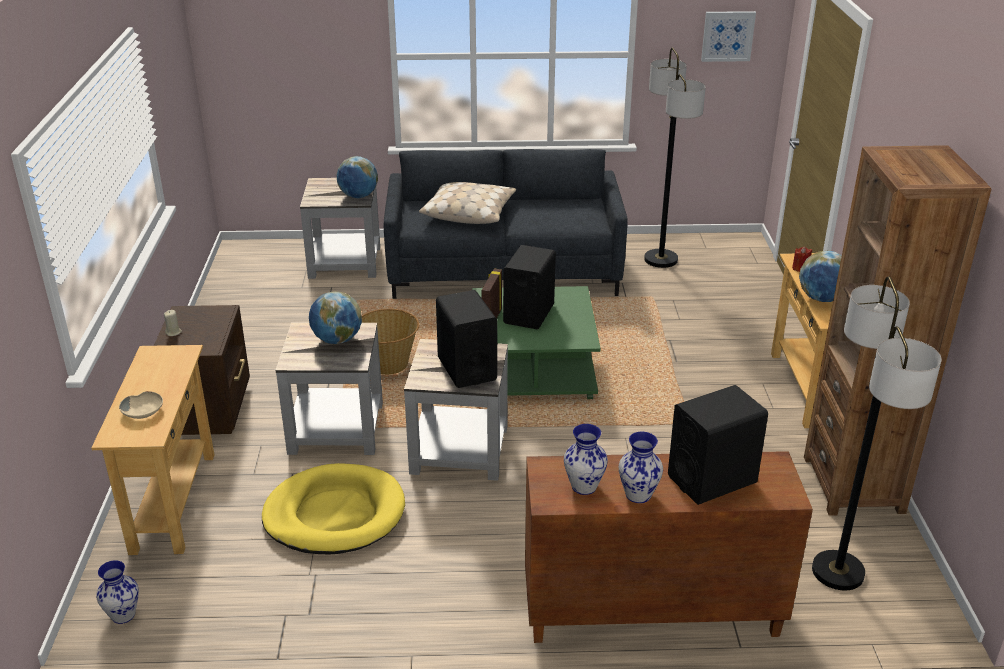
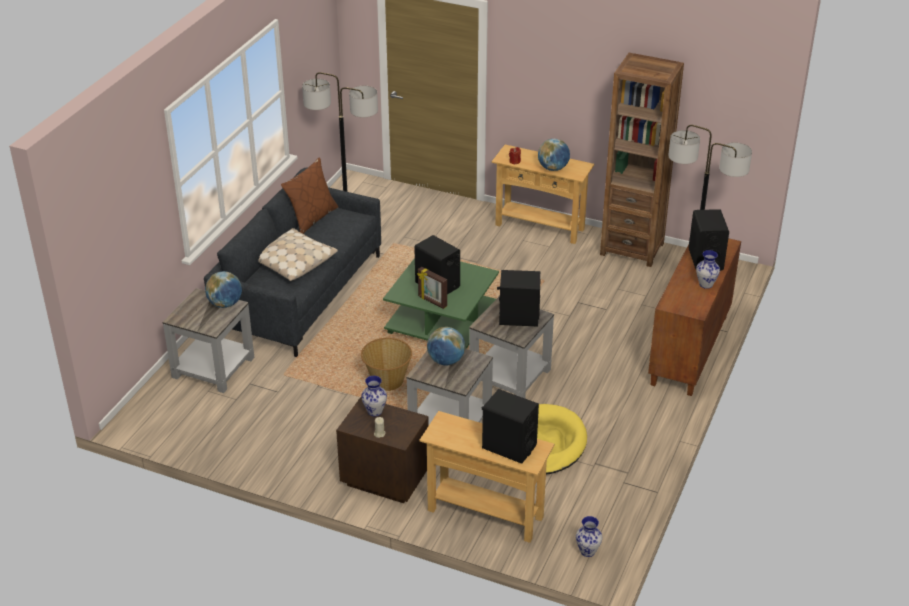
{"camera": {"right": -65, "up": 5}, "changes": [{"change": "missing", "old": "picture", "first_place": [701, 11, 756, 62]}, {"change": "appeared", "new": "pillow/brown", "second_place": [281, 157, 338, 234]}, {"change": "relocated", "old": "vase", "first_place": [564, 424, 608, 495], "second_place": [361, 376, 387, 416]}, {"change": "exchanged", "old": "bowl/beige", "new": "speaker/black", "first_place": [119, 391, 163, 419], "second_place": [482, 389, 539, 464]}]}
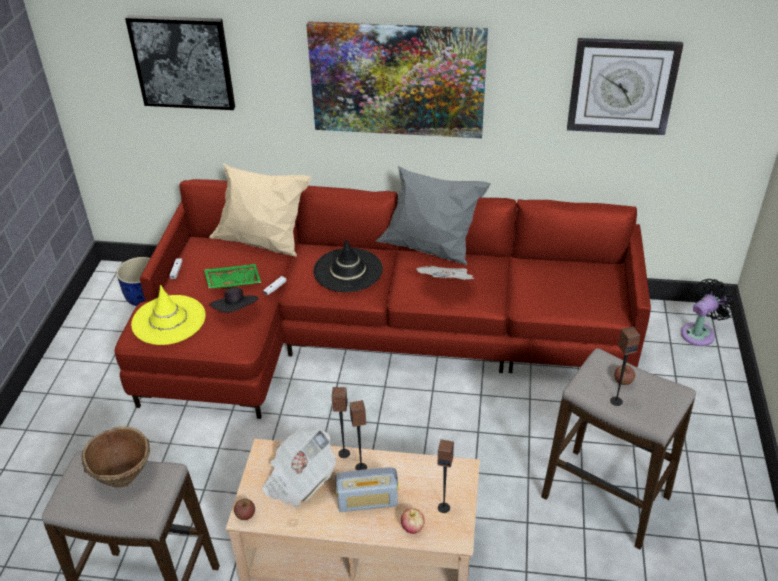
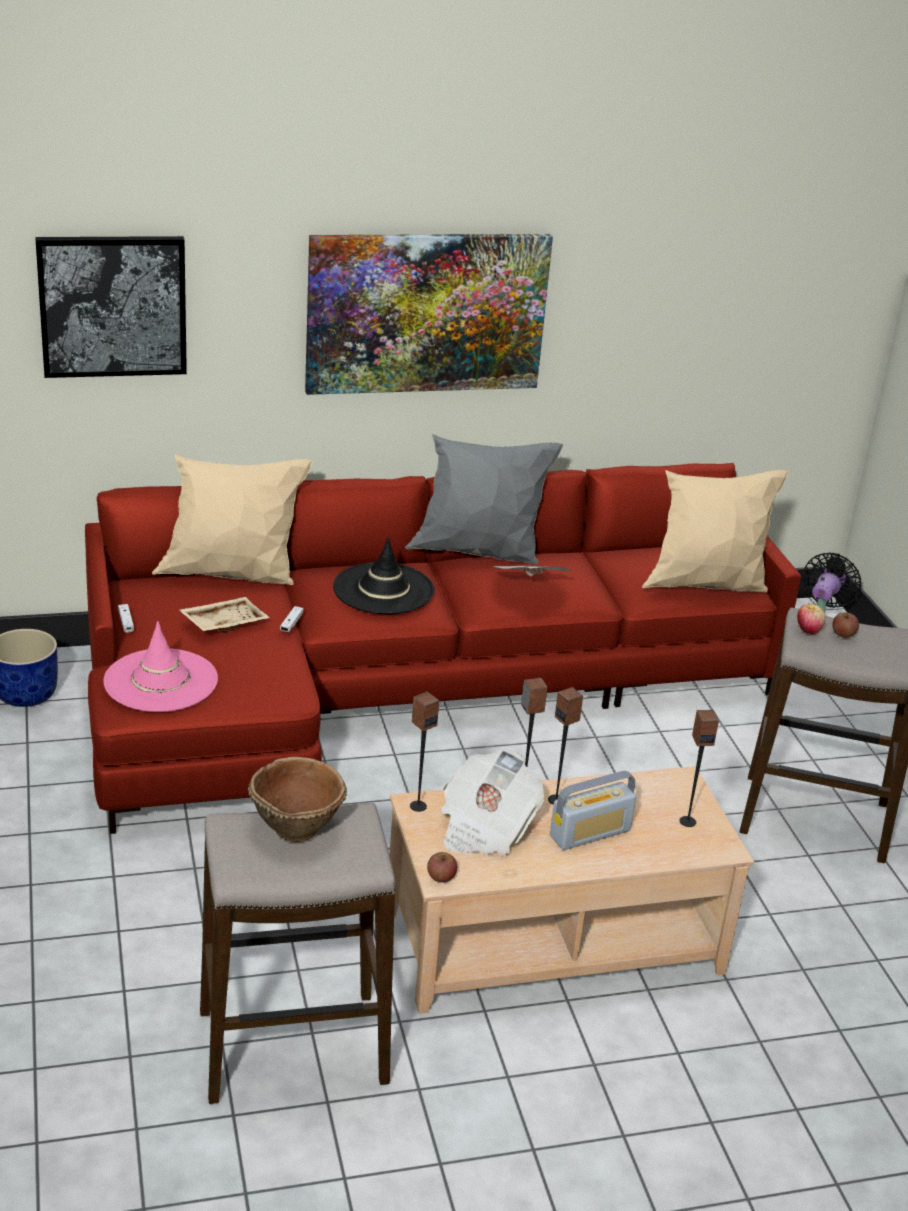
{"camera": {"right": -25, "up": -10}, "changes": [{"change": "missing", "old": "hat/black", "first_place": [210, 288, 259, 313]}, {"change": "missing", "old": "wall clock", "first_place": [567, 38, 683, 135]}, {"change": "appeared", "new": "pillow/beige", "second_place": [642, 470, 789, 592]}, {"change": "relocated", "old": "apple", "first_place": [401, 508, 425, 534], "second_place": [797, 603, 826, 634]}, {"change": "relocated", "old": "speaker", "first_place": [610, 326, 640, 406], "second_place": [410, 692, 439, 812]}, {"change": "colour", "old": "hat/yellow", "new": "hat/pink", "first_place": [131, 285, 206, 345], "second_place": [103, 621, 218, 712]}, {"change": "colour", "old": "tray/green", "new": "tray/beige", "first_place": [204, 264, 261, 289], "second_place": [179, 597, 270, 633]}]}
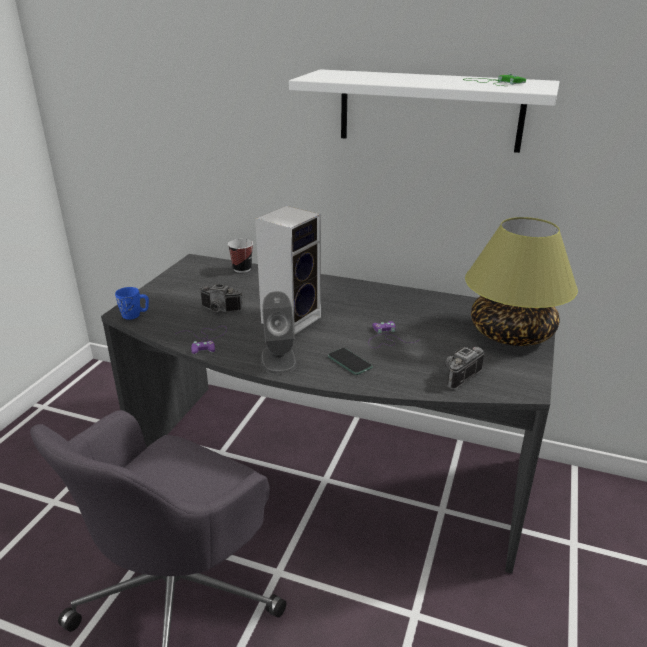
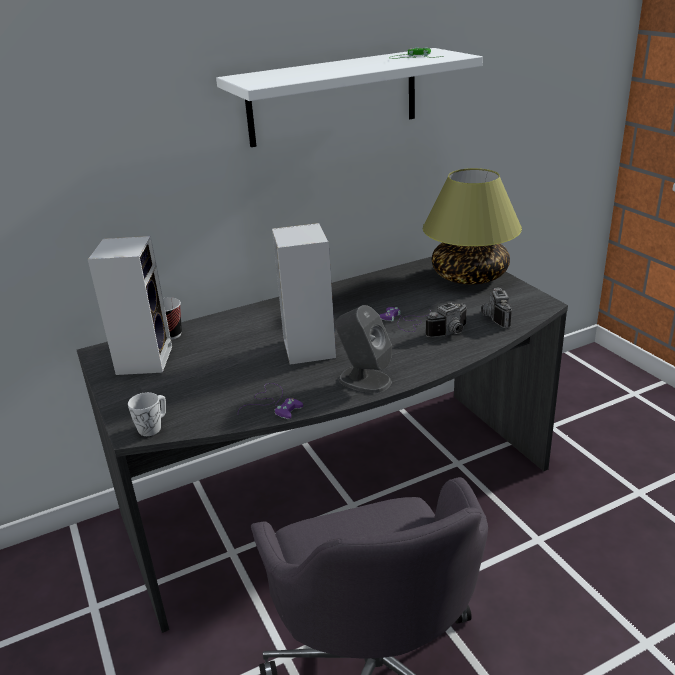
{"camera": {"right": -45, "up": 0}, "changes": [{"change": "missing", "old": "phone", "first_place": [328, 348, 373, 375]}, {"change": "appeared", "new": "speaker", "second_place": [88, 236, 172, 375]}, {"change": "relocated", "old": "photo camera", "first_place": [200, 284, 243, 312], "second_place": [426, 303, 467, 338]}, {"change": "colour", "old": "mug/blue", "new": "mug/white", "first_place": [115, 287, 149, 320], "second_place": [128, 392, 166, 436]}]}
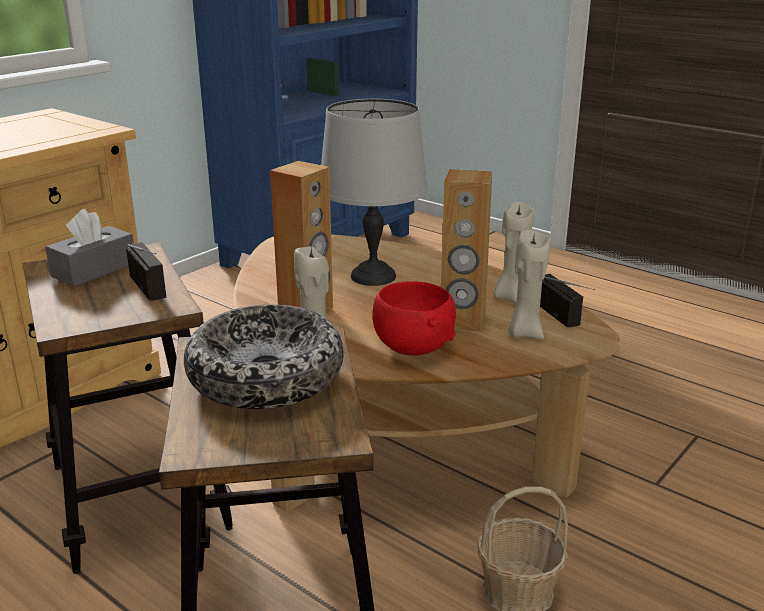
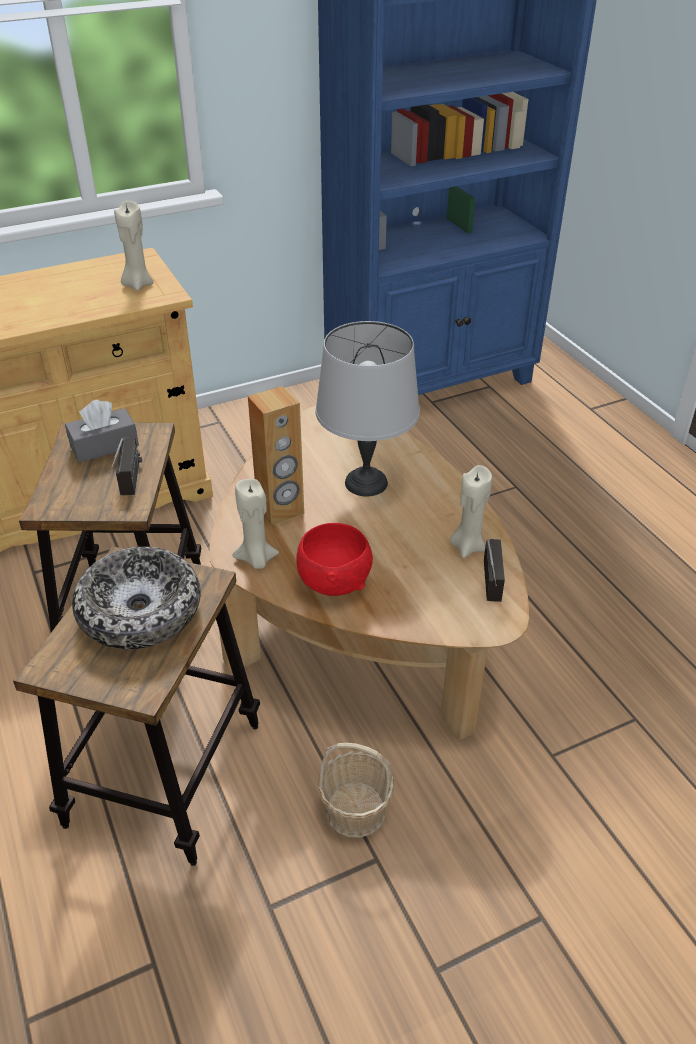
{"camera": {"right": 25, "up": 15}, "changes": [{"change": "missing", "old": "speaker/brown", "first_place": [441, 169, 492, 332]}, {"change": "relocated", "old": "candle/beige", "first_place": [508, 230, 550, 339], "second_place": [114, 201, 154, 291]}]}
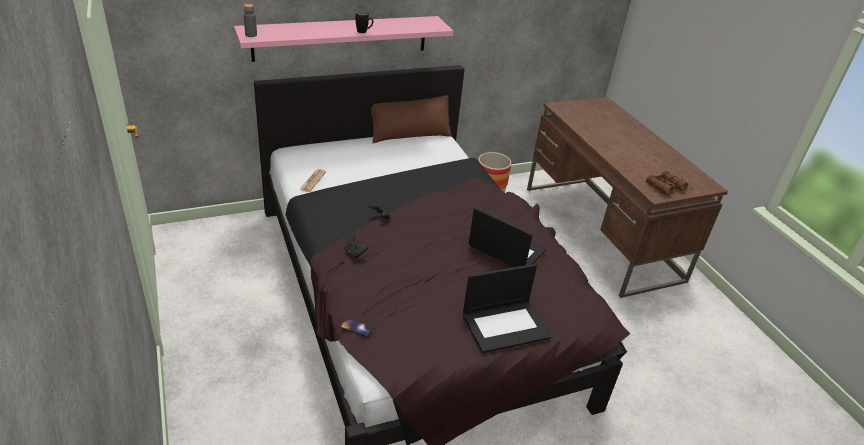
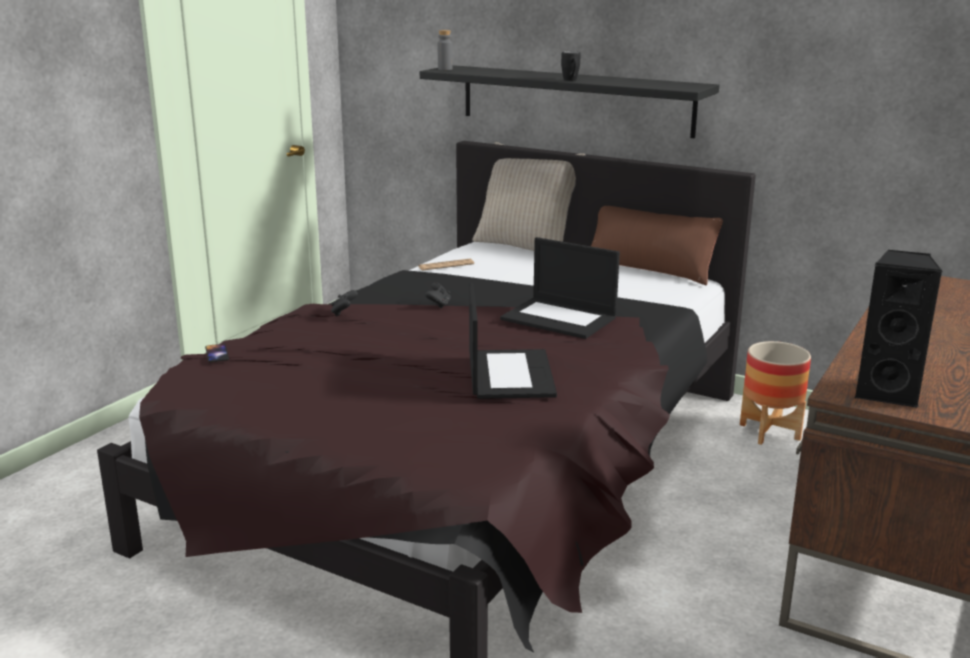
{"camera": {"right": 55, "up": -15}, "changes": [{"change": "appeared", "new": "pillow/beige", "second_place": [472, 142, 585, 251]}, {"change": "relocated", "old": "laptop", "first_place": [463, 264, 551, 353], "second_place": [500, 237, 620, 339]}, {"change": "exchanged", "old": "binoculars/brown", "new": "speaker/black", "first_place": [646, 171, 688, 196], "second_place": [854, 250, 943, 408]}, {"change": "colour", "old": "shelf/pink", "new": "shelf/black", "first_place": [234, 16, 453, 62], "second_place": [420, 65, 719, 138]}]}
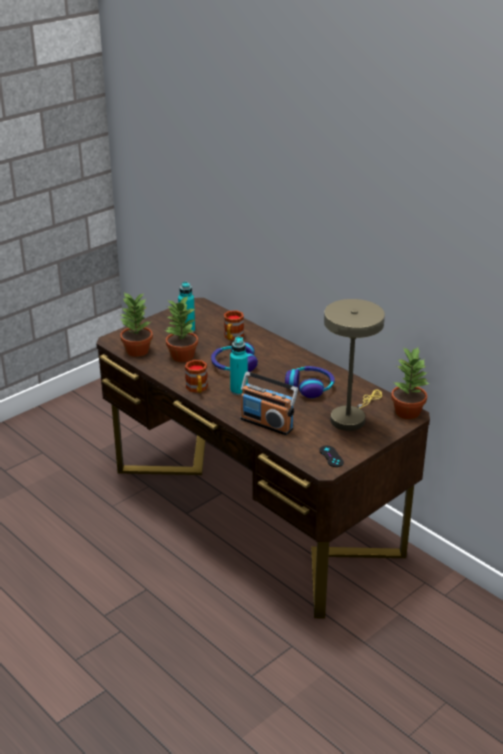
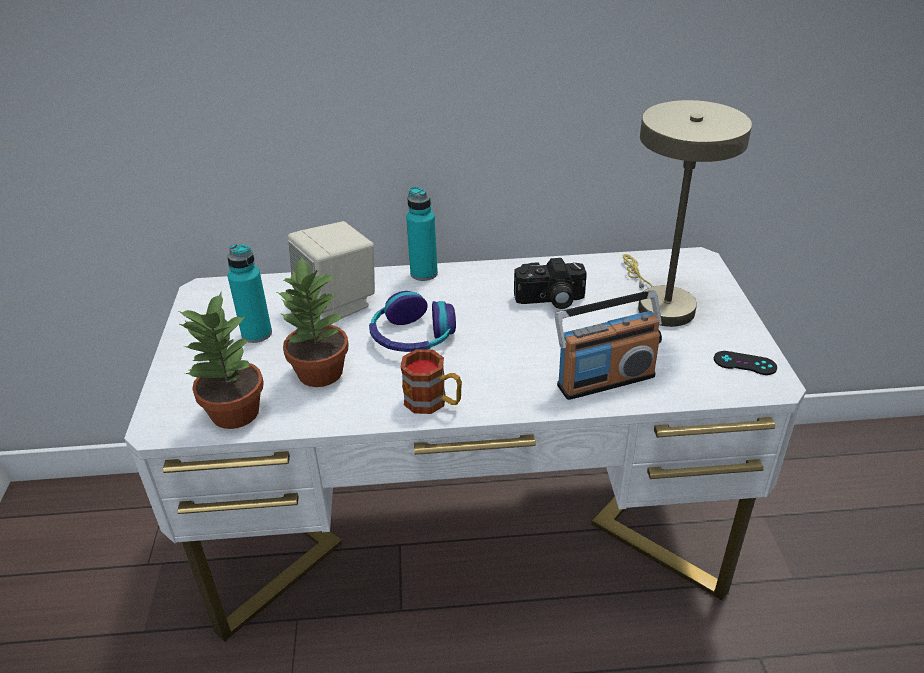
{"camera": {"right": -50, "up": 5}, "changes": [{"change": "missing", "old": "potted plant", "first_place": [391, 347, 429, 419]}, {"change": "relocated", "old": "bottle/turquoise", "first_place": [230, 337, 248, 395], "second_place": [406, 186, 438, 281]}, {"change": "exchanged", "old": "mug", "new": "speaker/beige", "first_place": [224, 310, 244, 340], "second_place": [288, 221, 375, 319]}, {"change": "exchanged", "old": "headphones", "new": "photo camera", "first_place": [285, 366, 335, 398], "second_place": [514, 258, 587, 309]}, {"change": "colour", "old": "desk/brown", "new": "desk/white", "first_place": [96, 298, 430, 619], "second_place": [124, 247, 806, 642]}]}
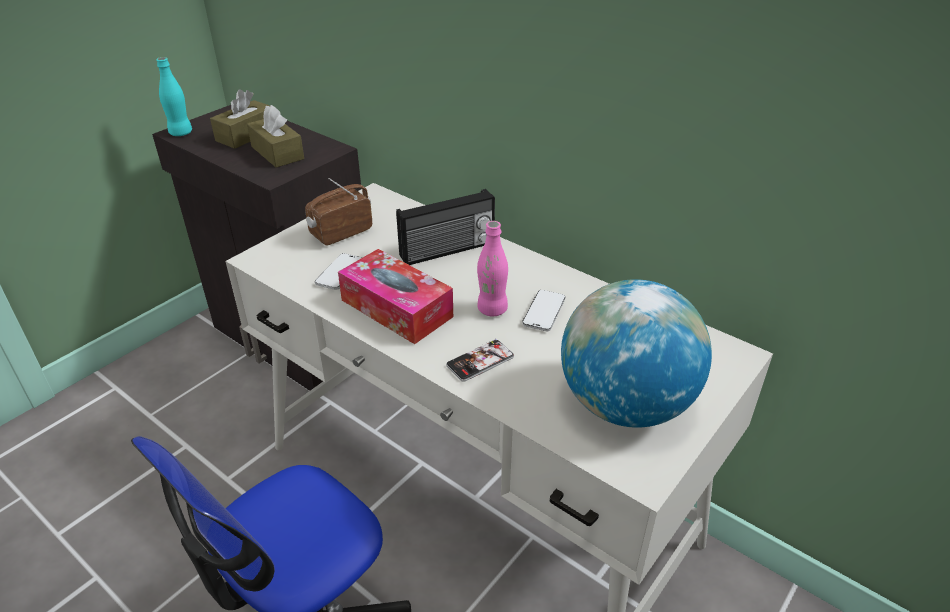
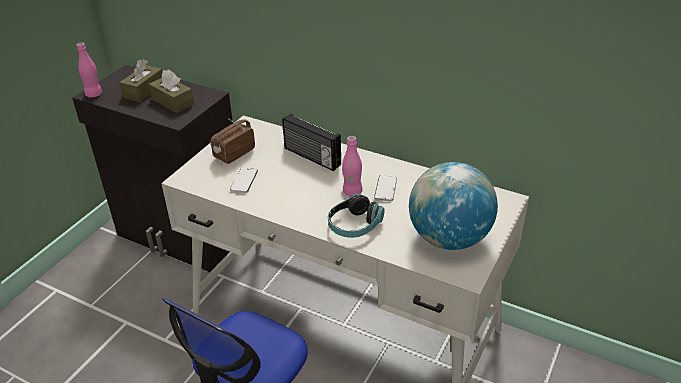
{"camera": {"right": -10, "up": 0}, "changes": [{"change": "missing", "old": "tissue box", "first_place": [338, 249, 453, 344]}, {"change": "exchanged", "old": "phone", "new": "headphones", "first_place": [446, 339, 514, 382], "second_place": [328, 193, 385, 238]}, {"change": "colour", "old": "bottle/turquoise", "new": "bottle/pink", "first_place": [156, 57, 192, 136], "second_place": [77, 42, 102, 98]}, {"change": "spun", "old": "radio", "first_place": [396, 189, 495, 265], "second_place": [282, 113, 341, 171], "degrees": 75}]}
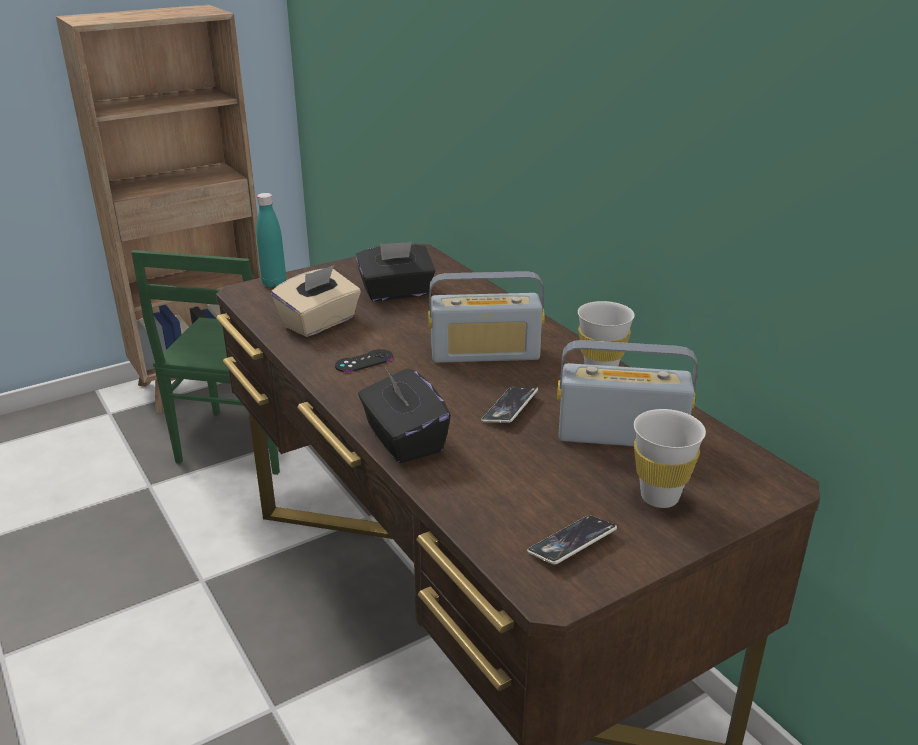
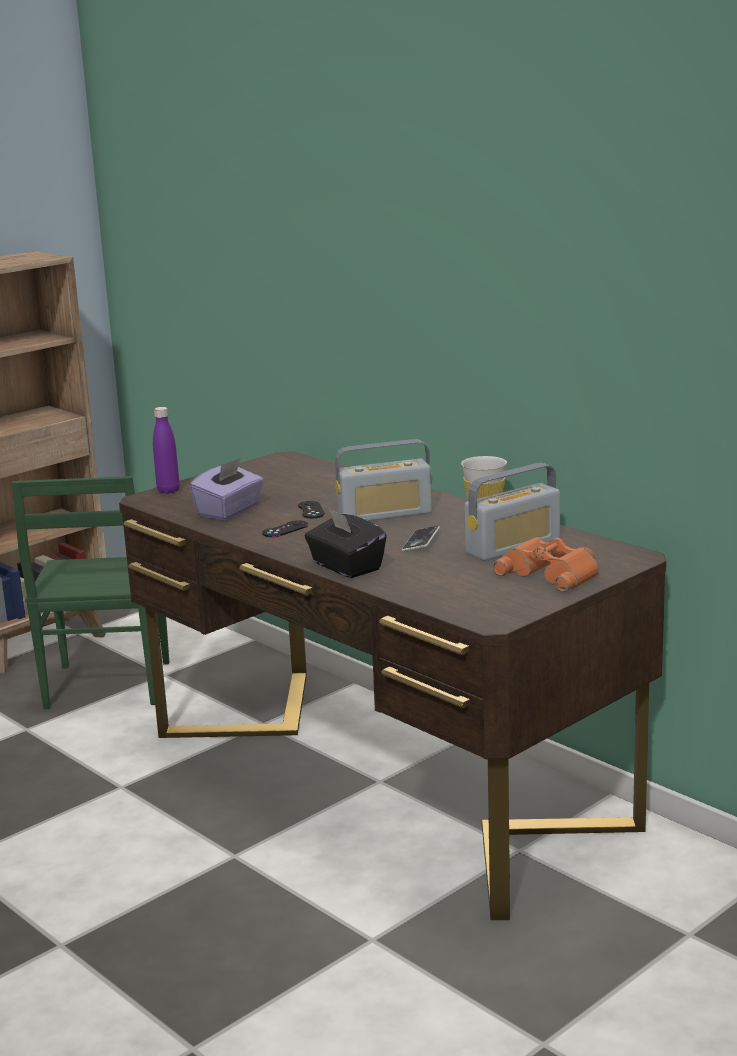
{"camera": {"right": -10, "up": -10}, "changes": [{"change": "missing", "old": "tissue box/black", "first_place": [355, 242, 435, 301]}, {"change": "missing", "old": "phone", "first_place": [527, 515, 617, 565]}, {"change": "appeared", "new": "game controller/black", "second_place": [298, 501, 325, 519]}, {"change": "exchanged", "old": "cup/white", "new": "binoculars/orange", "first_place": [634, 409, 706, 508], "second_place": [493, 537, 599, 592]}, {"change": "colour", "old": "bottle/turquoise", "new": "bottle/purple", "first_place": [256, 193, 286, 287], "second_place": [153, 407, 180, 494]}, {"change": "colour", "old": "tissue box/beige", "new": "tissue box/purple", "first_place": [271, 265, 361, 337], "second_place": [190, 457, 264, 520]}, {"change": "spun", "old": "radio", "first_place": [557, 340, 698, 446], "second_place": [464, 463, 560, 561], "degrees": 150}]}
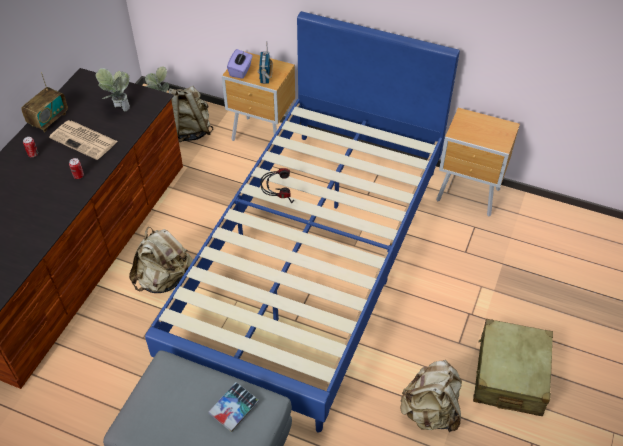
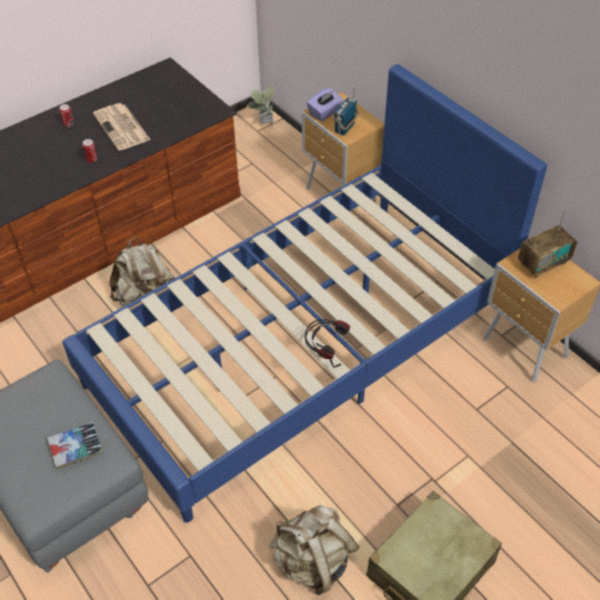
{"camera": {"right": 30, "up": 0}, "changes": [{"change": "missing", "old": "potted plant", "first_place": [96, 68, 130, 112]}, {"change": "missing", "old": "backpack/beige", "first_place": [169, 86, 214, 142]}, {"change": "relocated", "old": "radio", "first_place": [21, 72, 68, 132], "second_place": [518, 209, 577, 278]}, {"change": "relocated", "old": "headphones", "first_place": [260, 168, 294, 203], "second_place": [305, 319, 350, 368]}]}
